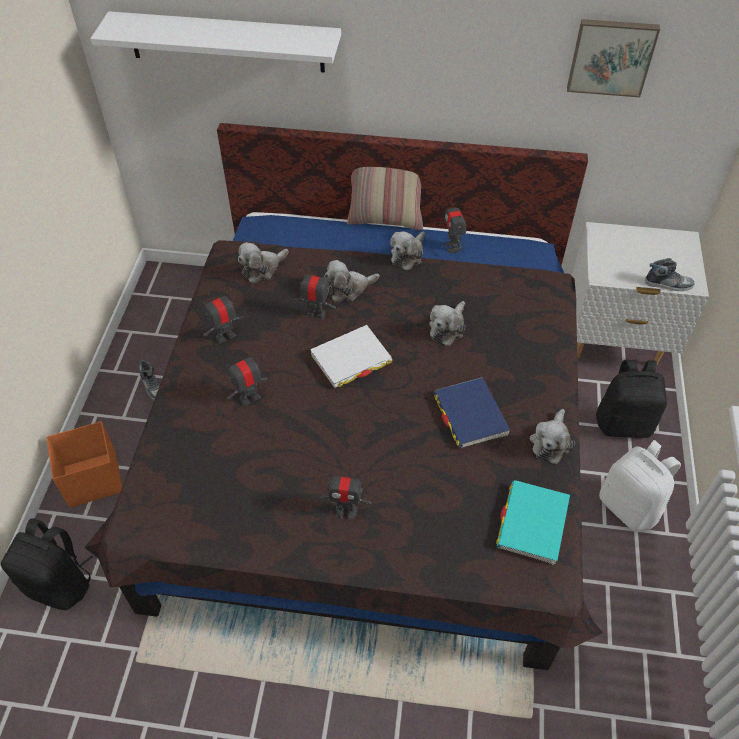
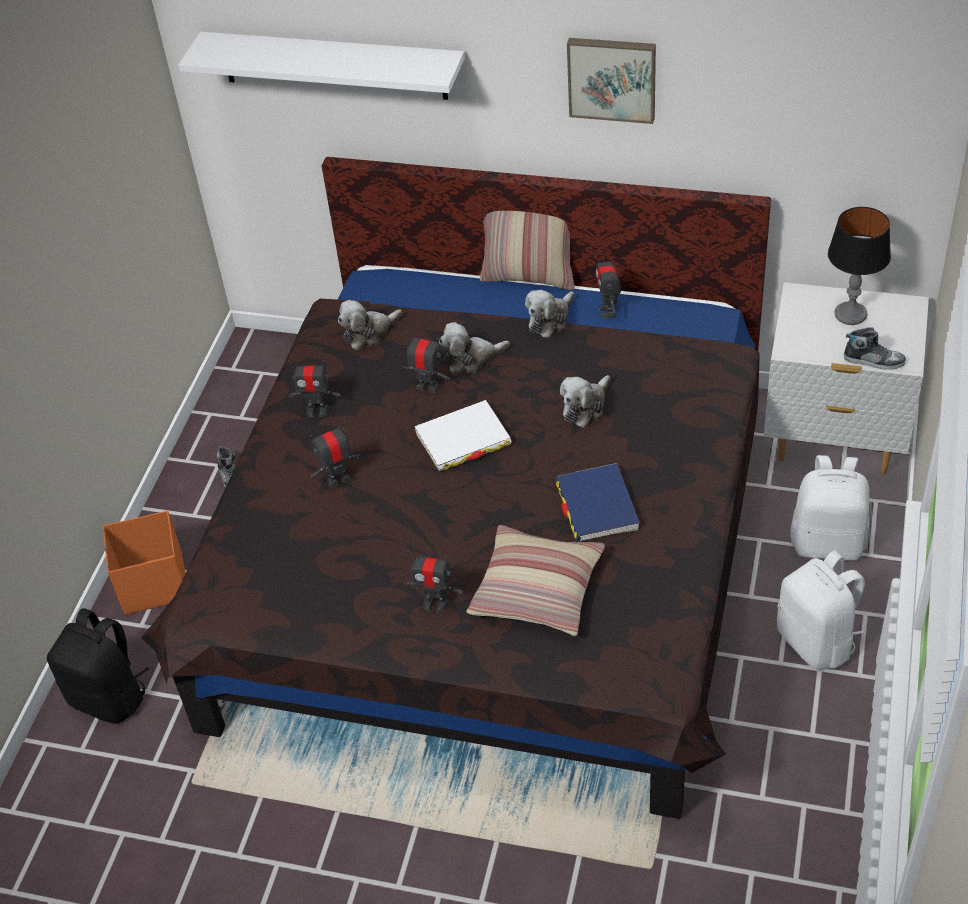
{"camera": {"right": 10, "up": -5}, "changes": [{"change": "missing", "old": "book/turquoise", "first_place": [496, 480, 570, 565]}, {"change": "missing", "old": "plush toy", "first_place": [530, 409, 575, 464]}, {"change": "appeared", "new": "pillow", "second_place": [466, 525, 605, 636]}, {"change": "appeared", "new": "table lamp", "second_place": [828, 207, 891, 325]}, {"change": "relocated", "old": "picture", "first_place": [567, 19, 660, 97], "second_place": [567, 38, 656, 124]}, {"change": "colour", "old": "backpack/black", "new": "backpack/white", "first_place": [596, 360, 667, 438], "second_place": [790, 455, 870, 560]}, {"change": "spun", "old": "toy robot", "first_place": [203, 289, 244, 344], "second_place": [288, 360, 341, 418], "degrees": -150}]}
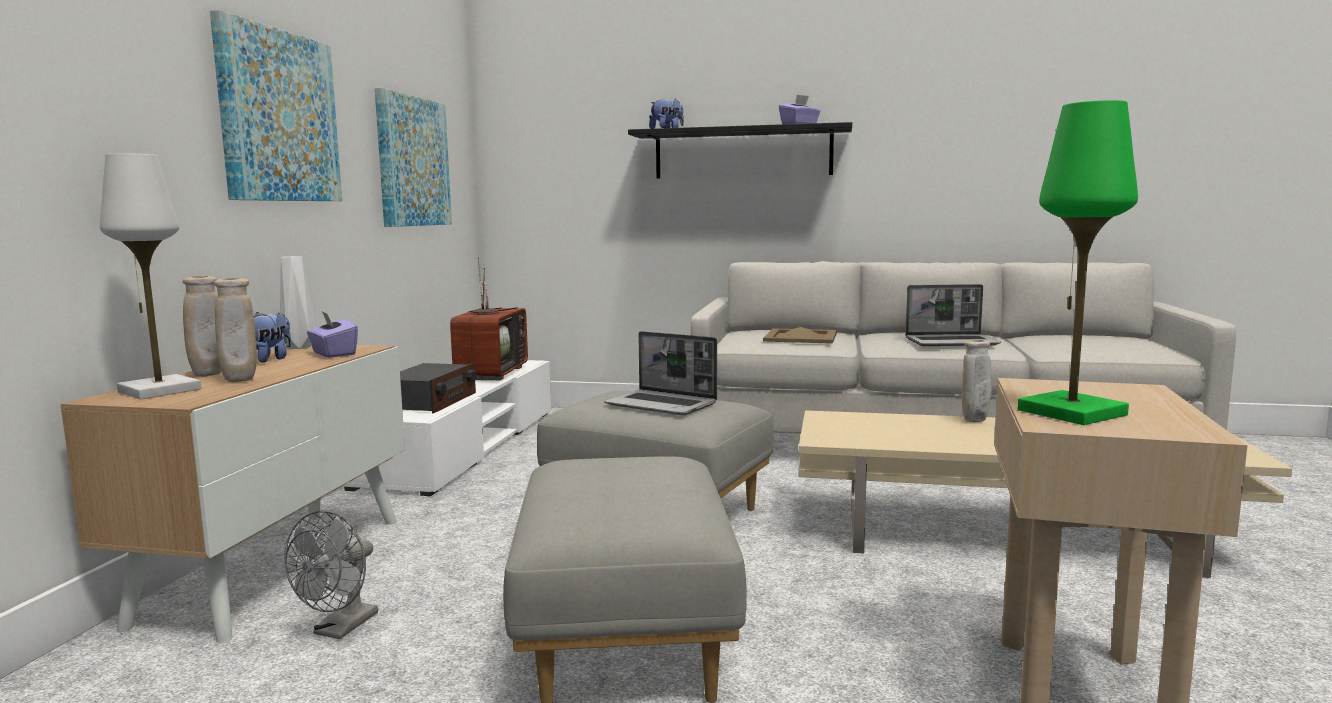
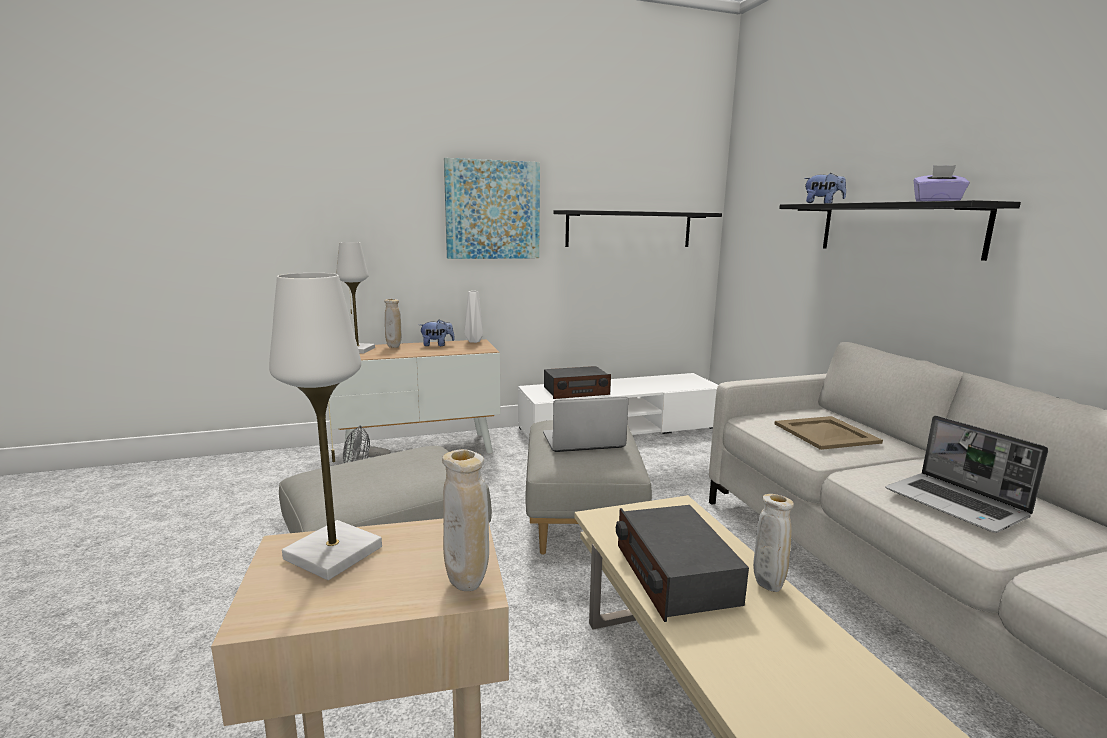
{"camera": {"right": 60, "up": 5}, "changes": [{"change": "missing", "old": "tissue box/purple", "first_place": [307, 312, 358, 358]}, {"change": "missing", "old": "television", "first_place": [450, 257, 528, 380]}, {"change": "appeared", "new": "radio", "second_place": [616, 505, 749, 622]}, {"change": "relocated", "old": "vase/beige", "first_place": [214, 278, 257, 382], "second_place": [442, 449, 489, 591]}, {"change": "exchanged", "old": "picture", "new": "shelf/black", "first_place": [375, 88, 452, 227], "second_place": [553, 210, 722, 247]}, {"change": "colour", "old": "table lamp/green", "new": "table lamp/white", "first_place": [1018, 100, 1138, 425], "second_place": [269, 273, 382, 580]}, {"change": "spun", "old": "laptop", "first_place": [604, 331, 717, 415], "second_place": [543, 397, 628, 452], "degrees": 75}]}
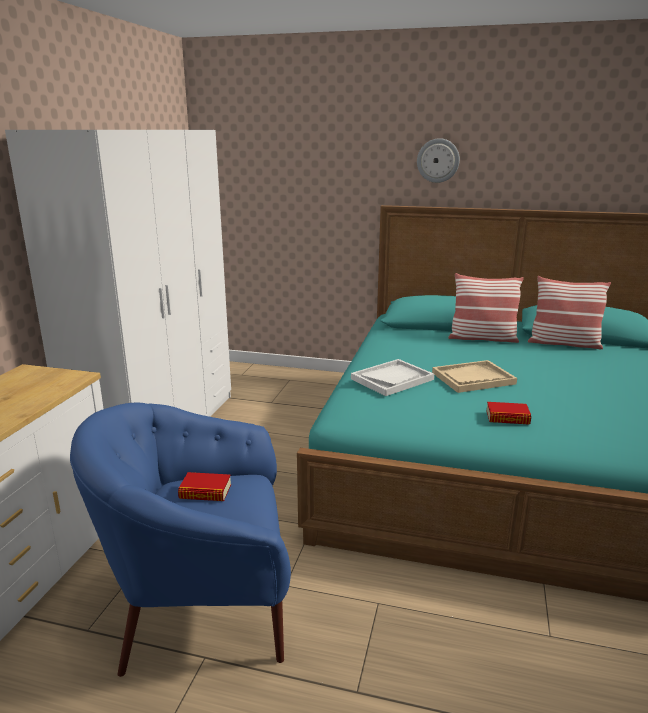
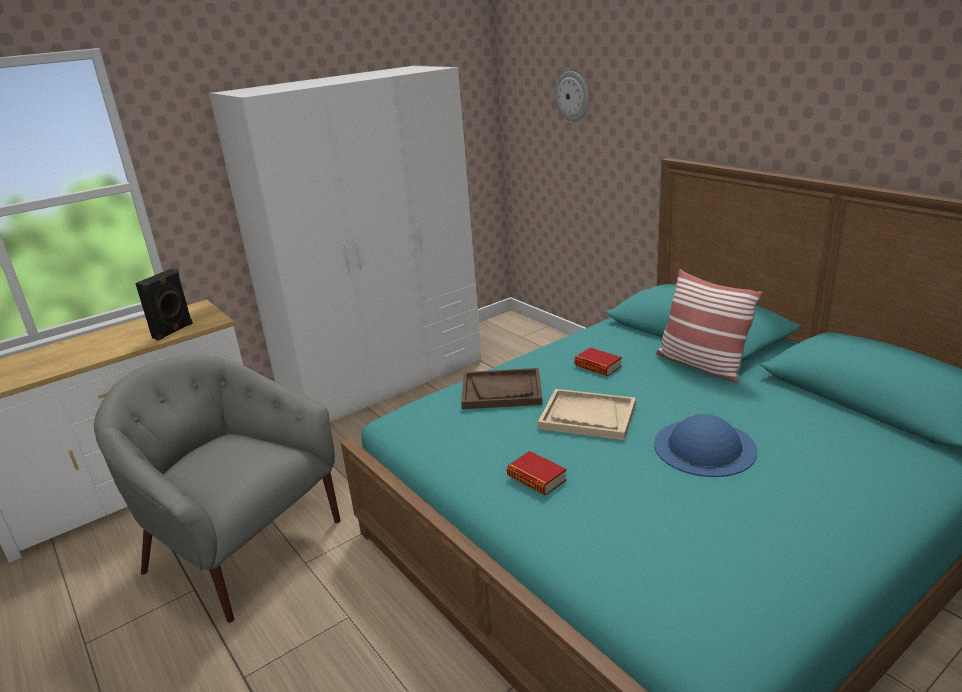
{"camera": {"right": 40, "up": 5}, "changes": [{"change": "missing", "old": "pillow", "first_place": [528, 276, 611, 349]}, {"change": "appeared", "new": "speaker/black", "second_place": [135, 269, 193, 341]}, {"change": "appeared", "new": "hat/blue", "second_place": [654, 414, 758, 477]}, {"change": "relocated", "old": "book", "first_place": [178, 472, 231, 501], "second_place": [574, 347, 622, 376]}, {"change": "relocated", "old": "wall clock", "first_place": [417, 138, 460, 183], "second_place": [555, 71, 589, 122]}, {"change": "colour", "old": "armchair/blue", "new": "armchair/grey", "first_place": [70, 403, 291, 677], "second_place": [94, 356, 341, 623]}, {"change": "colour", "old": "tray/white", "new": "tray/brown", "first_place": [351, 359, 434, 396], "second_place": [461, 368, 543, 409]}]}
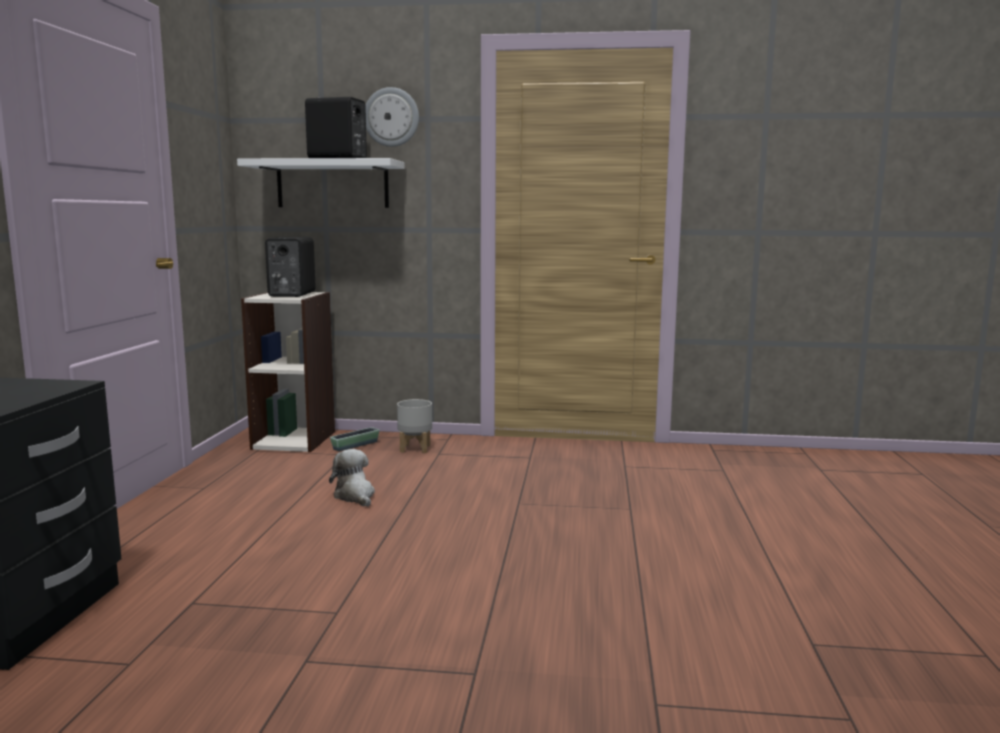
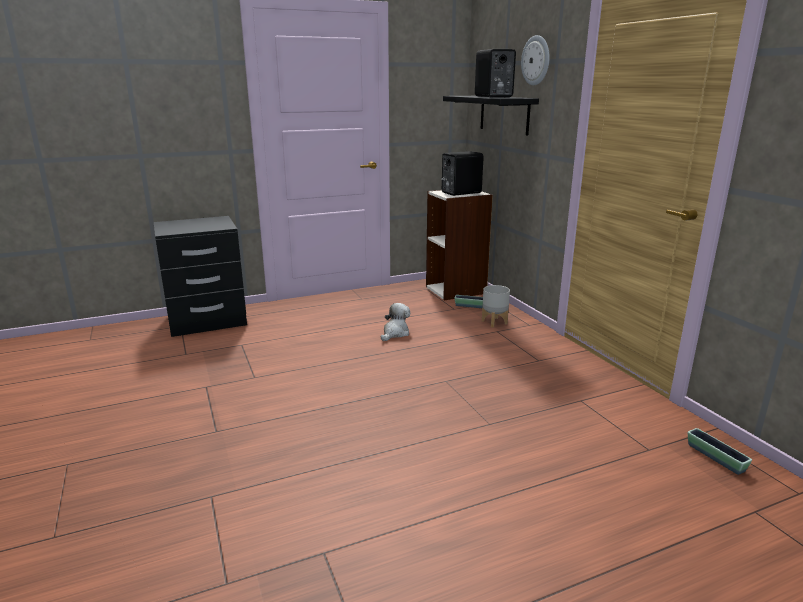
{"camera": {"right": 60, "up": 10}, "changes": [{"change": "appeared", "new": "planter", "second_place": [688, 428, 752, 475]}, {"change": "colour", "old": "shelf/white", "new": "shelf/black", "first_place": [237, 158, 404, 208], "second_place": [443, 96, 539, 135]}]}
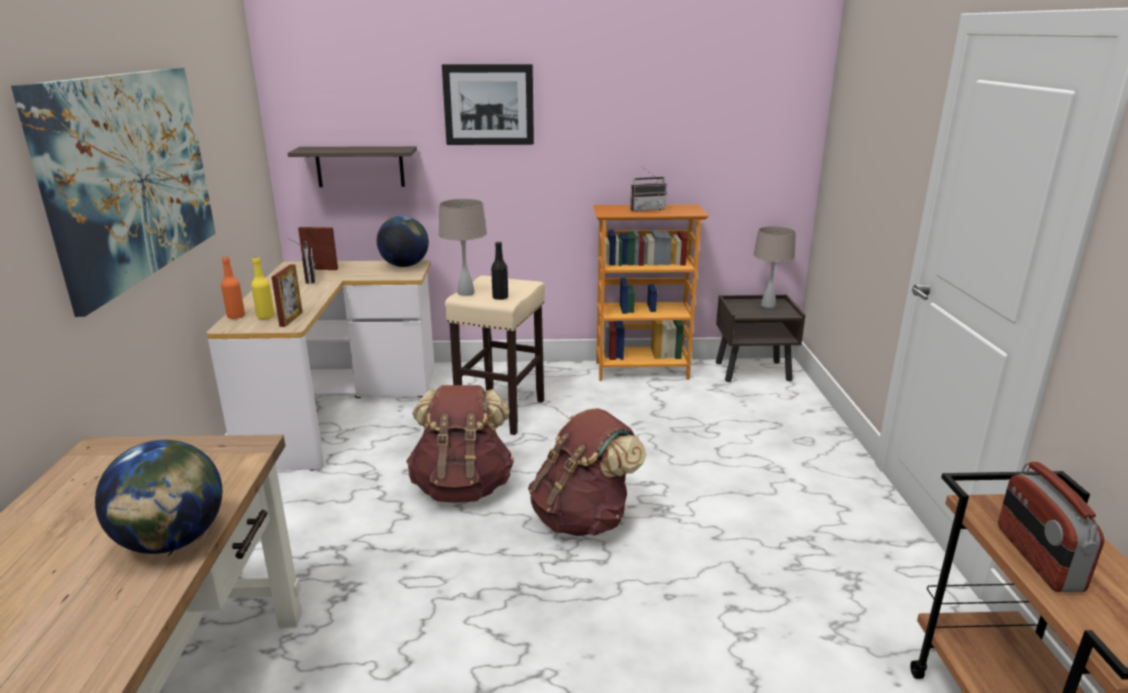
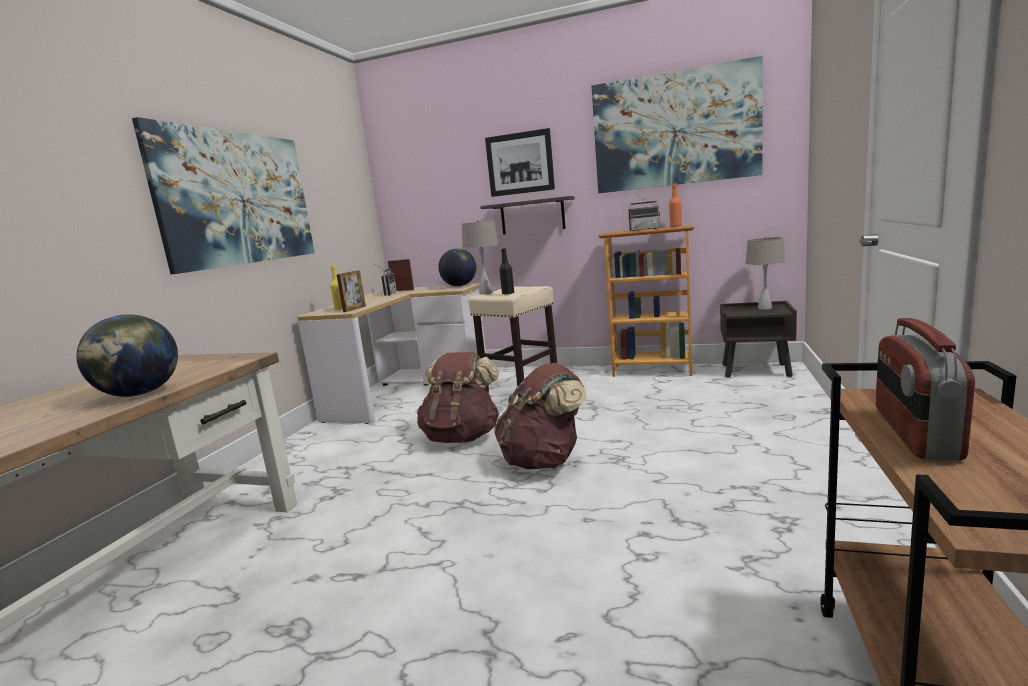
{"camera": {"right": 20, "up": -10}, "changes": [{"change": "appeared", "new": "picture", "second_place": [591, 56, 763, 193]}, {"change": "relocated", "old": "bottle/orange", "first_place": [221, 257, 245, 319], "second_place": [669, 183, 682, 227]}, {"change": "relocated", "old": "shelf", "first_place": [288, 146, 417, 187], "second_place": [480, 196, 575, 235]}]}
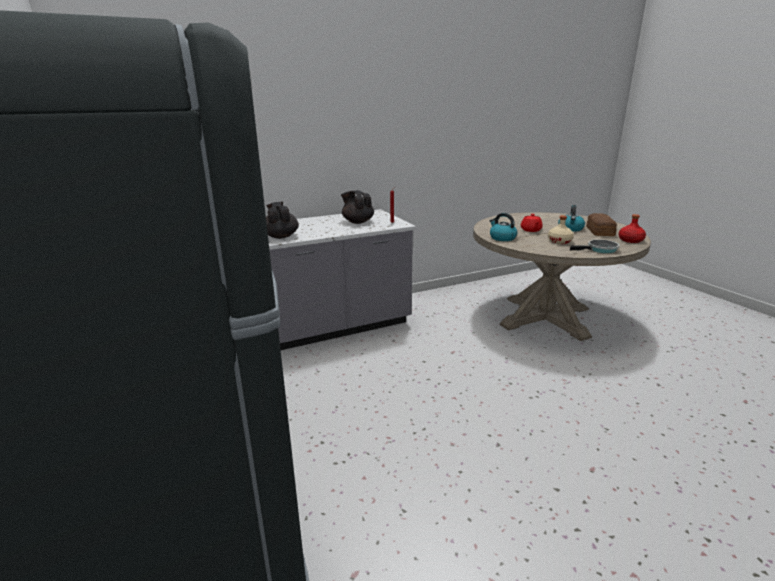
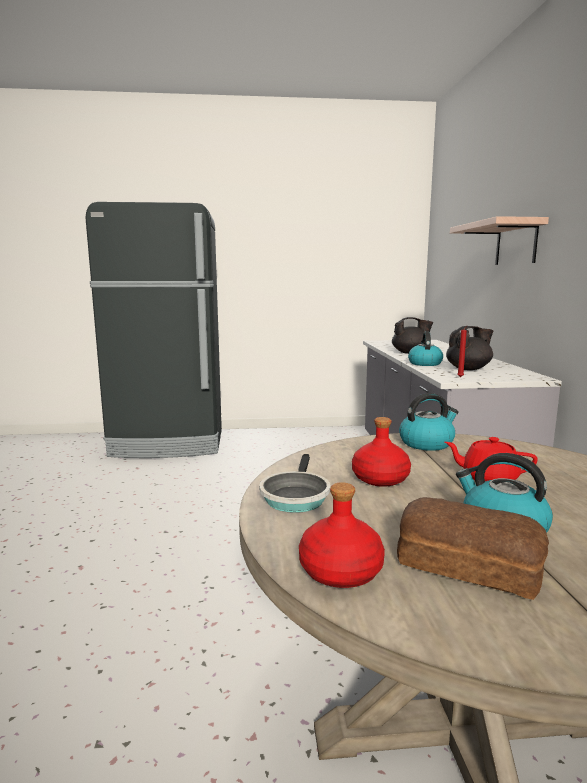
{"camera": {"right": 110, "up": -10}, "changes": [{"change": "appeared", "new": "kettle", "second_place": [408, 331, 443, 366]}, {"change": "appeared", "new": "shelf", "second_place": [450, 216, 549, 265]}, {"change": "colour", "old": "bottle/beige", "new": "bottle/red", "first_place": [548, 215, 574, 244], "second_place": [352, 417, 411, 487]}]}
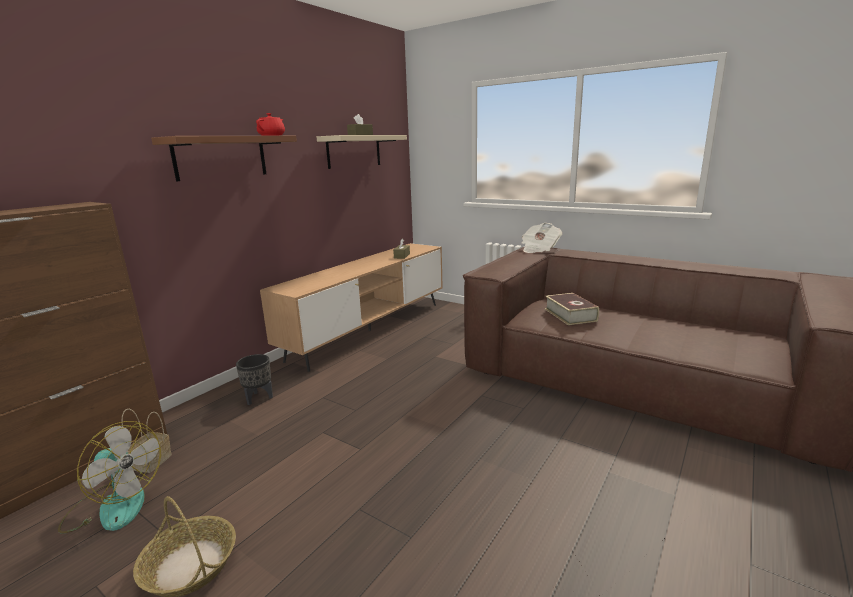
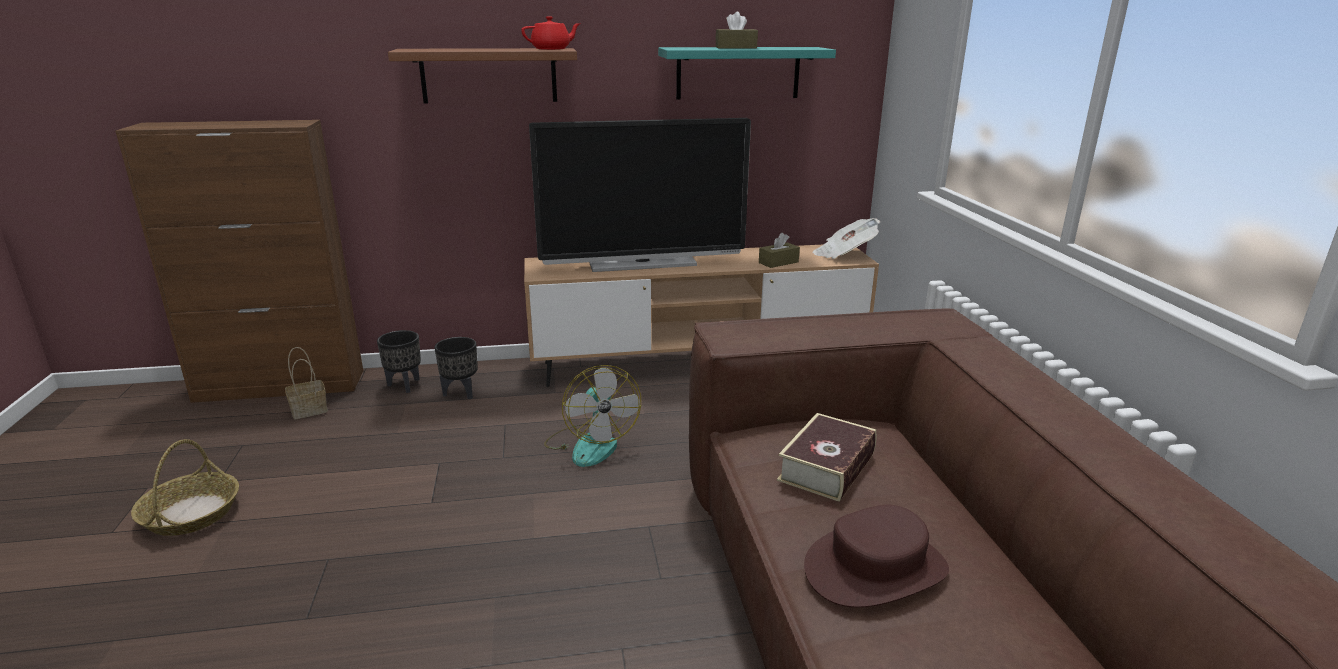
{"camera": {"right": 45, "up": 5}, "changes": [{"change": "appeared", "new": "planter/black", "second_place": [377, 330, 421, 393]}, {"change": "appeared", "new": "television", "second_place": [529, 118, 751, 272]}, {"change": "appeared", "new": "hat/brown", "second_place": [804, 505, 949, 608]}, {"change": "relocated", "old": "fan", "first_place": [58, 421, 161, 534], "second_place": [544, 365, 641, 467]}, {"change": "relocated", "old": "newspaper", "first_place": [521, 223, 562, 253], "second_place": [813, 218, 880, 259]}, {"change": "colour", "old": "shelf/beige", "new": "shelf/turquoise", "first_place": [317, 135, 407, 169], "second_place": [658, 47, 836, 100]}]}
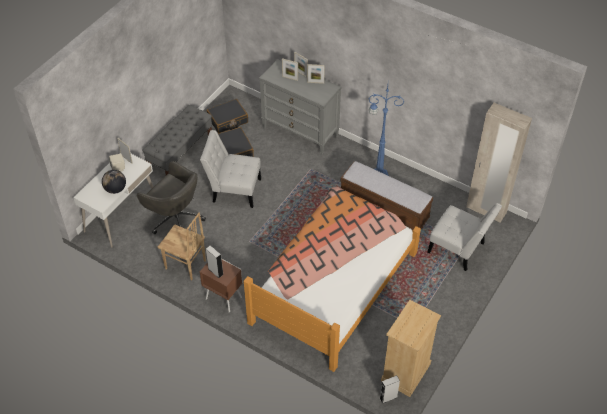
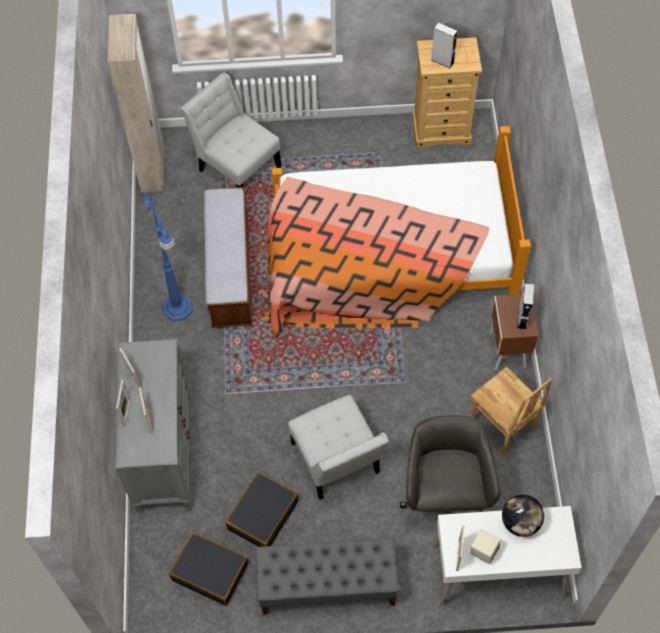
{"camera": {"right": -125, "up": 10}, "changes": [{"change": "relocated", "old": "speaker/grey", "first_place": [380, 375, 400, 404], "second_place": [431, 23, 457, 68]}, {"change": "spun", "old": "chair/brown", "first_place": [158, 213, 206, 280], "second_place": [470, 366, 552, 455], "degrees": 150}, {"change": "spun", "old": "chair/white", "first_place": [428, 203, 502, 271], "second_place": [181, 72, 281, 187], "degrees": -45}]}
